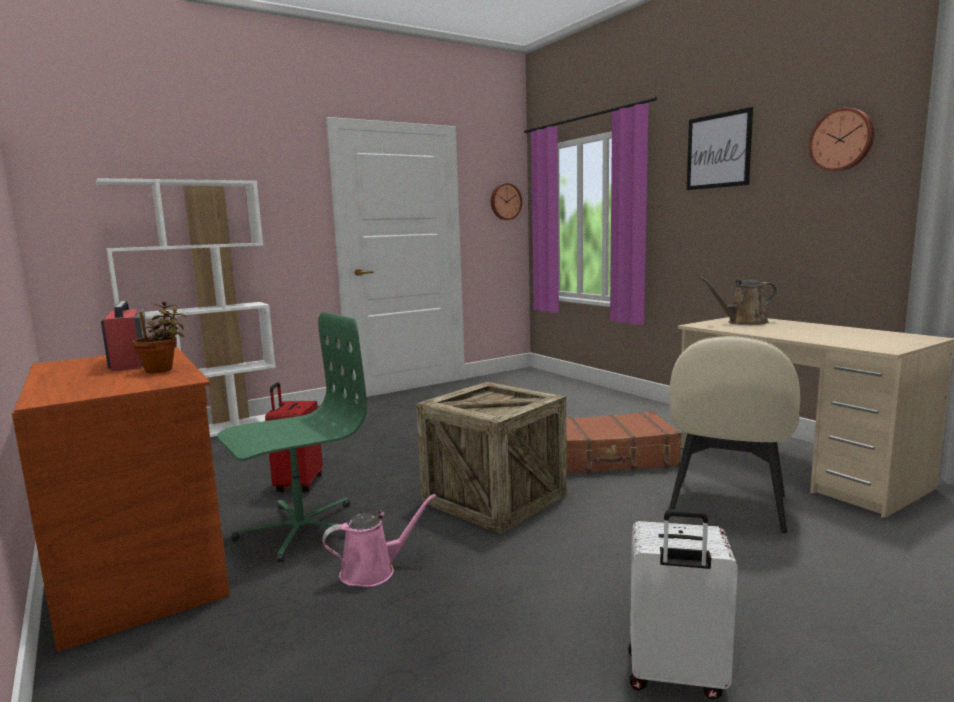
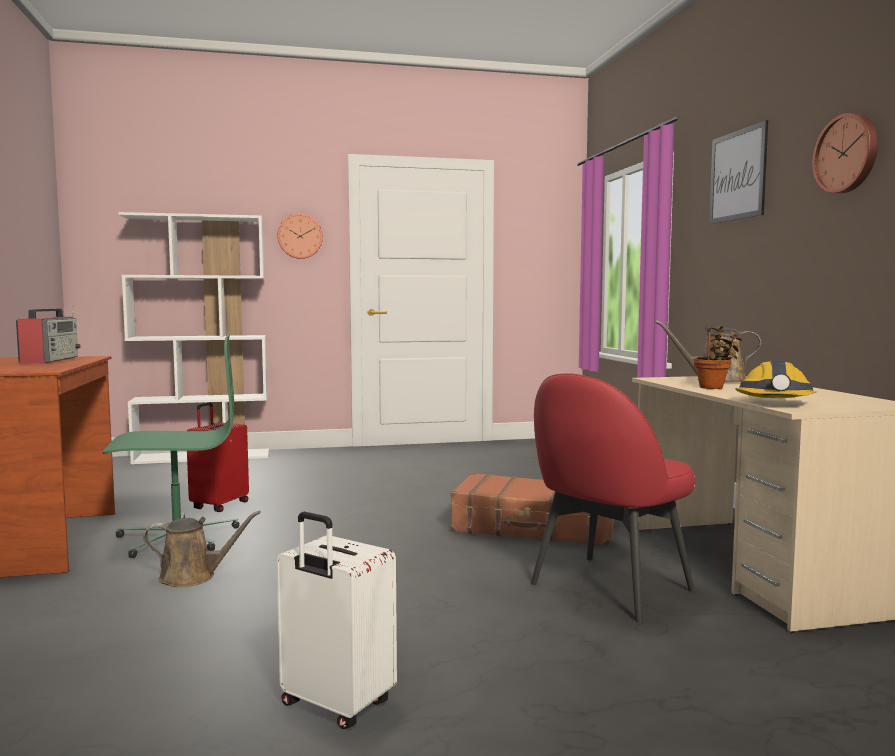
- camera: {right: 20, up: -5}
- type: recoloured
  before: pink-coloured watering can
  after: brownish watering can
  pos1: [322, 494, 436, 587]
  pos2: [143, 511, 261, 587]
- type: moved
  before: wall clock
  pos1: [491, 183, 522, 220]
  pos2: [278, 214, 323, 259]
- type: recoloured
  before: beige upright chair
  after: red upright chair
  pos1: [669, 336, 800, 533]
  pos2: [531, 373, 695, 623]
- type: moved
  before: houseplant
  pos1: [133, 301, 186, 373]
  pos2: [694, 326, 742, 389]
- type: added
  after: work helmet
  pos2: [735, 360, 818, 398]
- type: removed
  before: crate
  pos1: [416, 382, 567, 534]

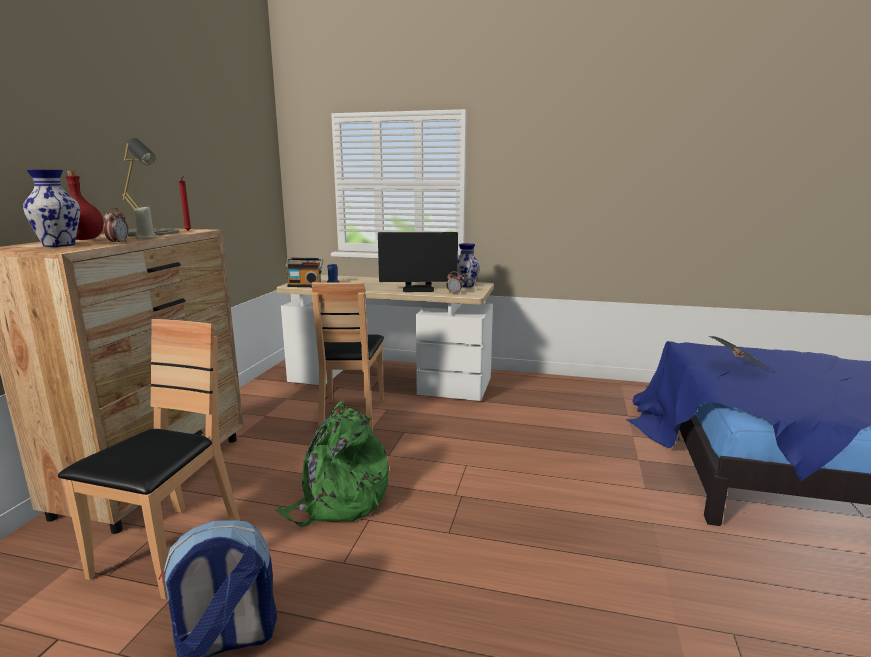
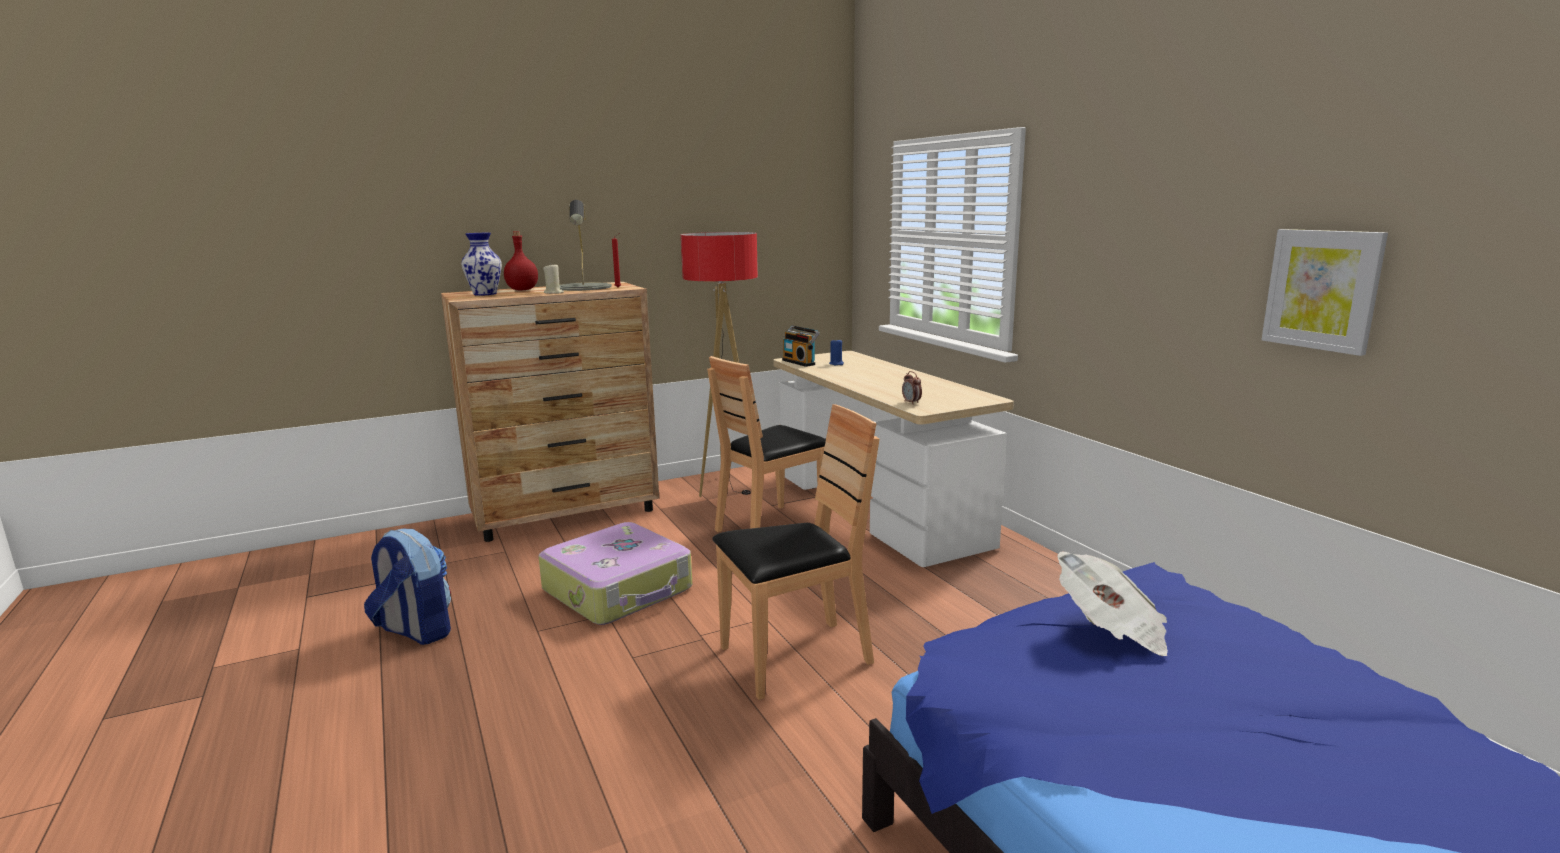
- camera: {right: 50, up: 0}
- type: replaced
  before: green backpack
  after: piece of luggage
  pos1: [276, 401, 389, 527]
  pos2: [539, 522, 692, 625]
- type: added
  after: standard lamp
  pos2: [681, 232, 758, 497]
- type: moved
  before: brownish upright chair
  pos1: [58, 319, 240, 599]
  pos2: [712, 404, 879, 700]
- type: added
  after: wall picture
  pos2: [1261, 229, 1388, 356]
- type: removed
  before: alarm clock
  pos1: [104, 207, 129, 244]
- type: removed
  before: monitor
  pos1: [378, 232, 458, 292]
- type: removed
  before: flower vase
  pos1: [458, 243, 480, 287]

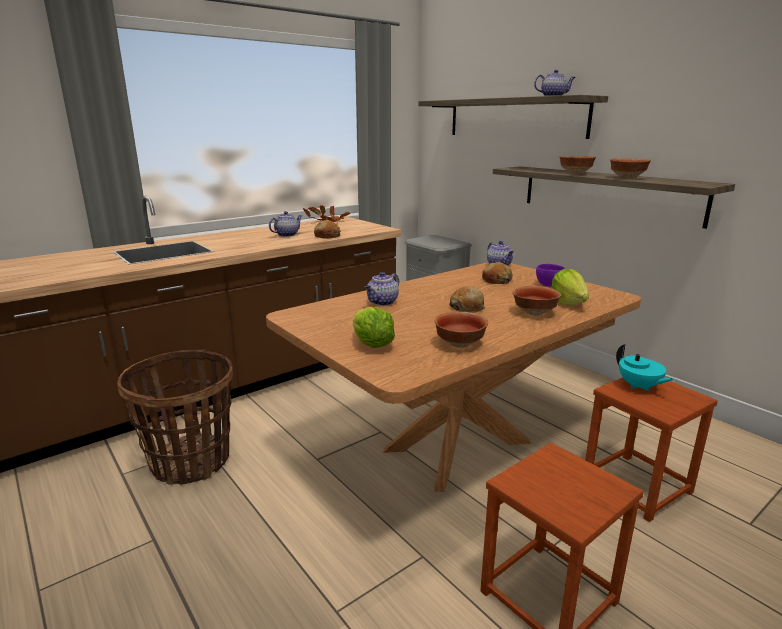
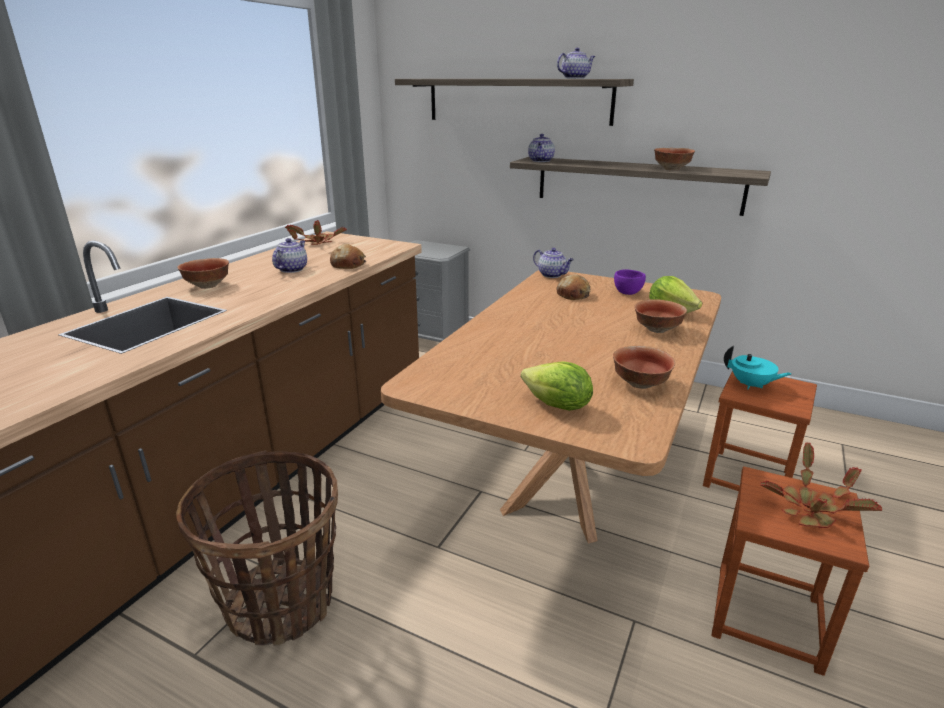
- camera: {right: -25, up: 5}
- type: moved
  before: bowl
  pos1: [560, 156, 596, 174]
  pos2: [177, 258, 229, 289]
- type: moved
  before: teapot
  pos1: [365, 272, 399, 306]
  pos2: [528, 134, 555, 162]
- type: added
  after: houseplant
  pos2: [760, 442, 882, 528]
- type: removed
  before: bakery bread
  pos1: [449, 286, 485, 312]

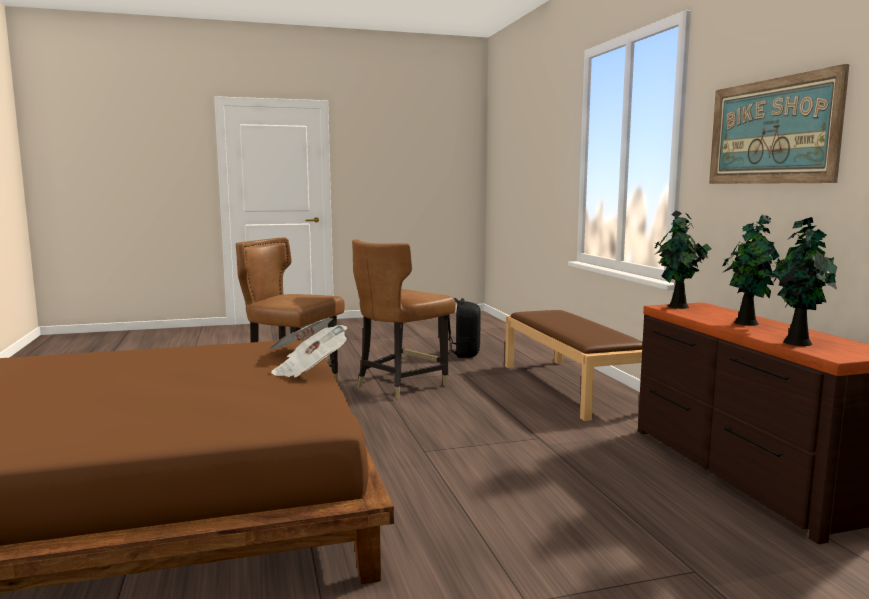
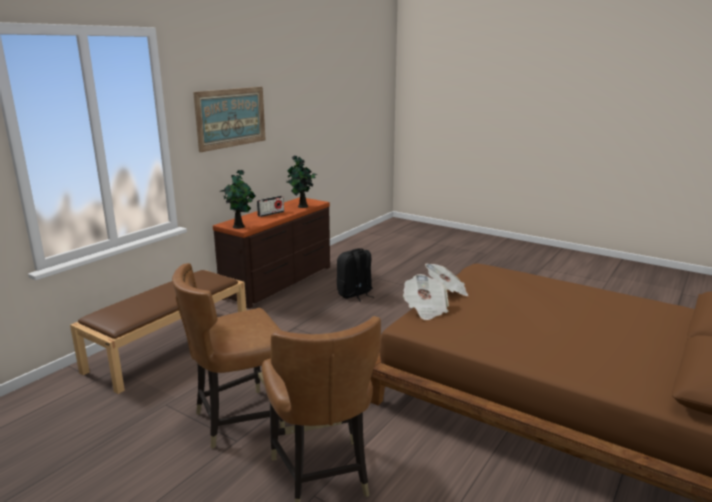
- camera: {right: -130, up: 10}
- type: turned
  before: brownish upright chair
  pos1: [352, 239, 456, 399]
  pos2: [172, 263, 285, 449]
  turn: 150
- type: replaced
  before: houseplant
  after: radio set
  pos1: [722, 214, 785, 326]
  pos2: [257, 196, 284, 217]
- type: moved
  before: black-coloured backpack
  pos1: [448, 298, 481, 358]
  pos2: [337, 248, 374, 302]

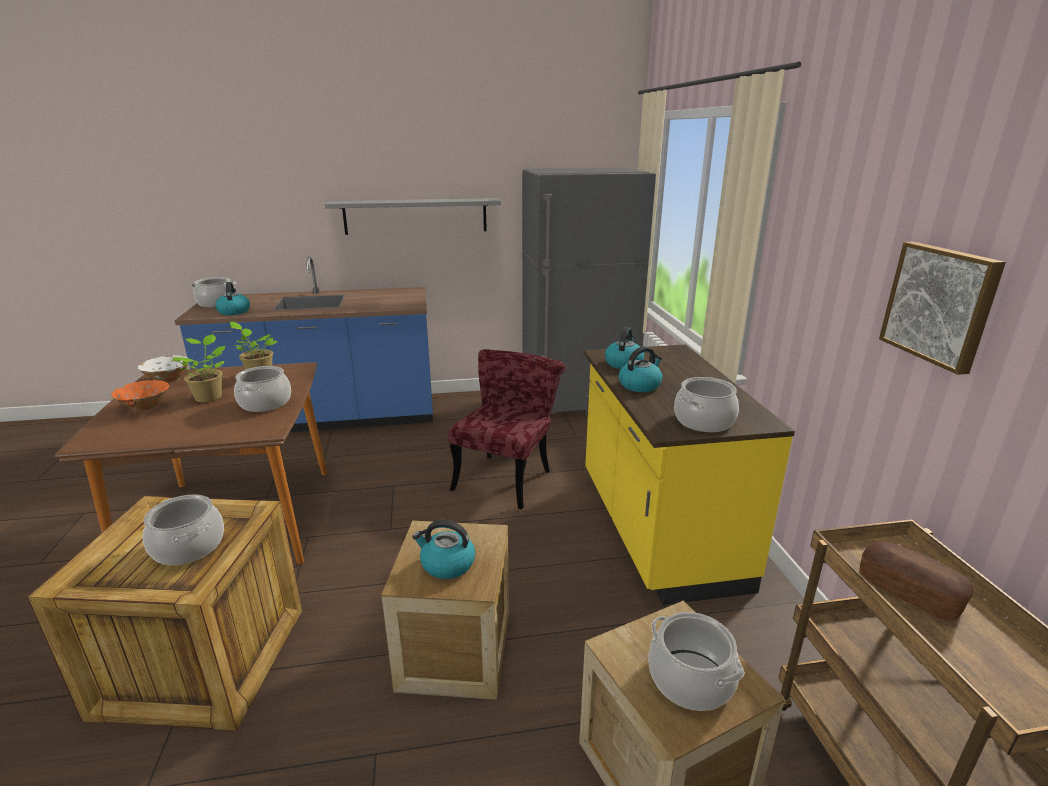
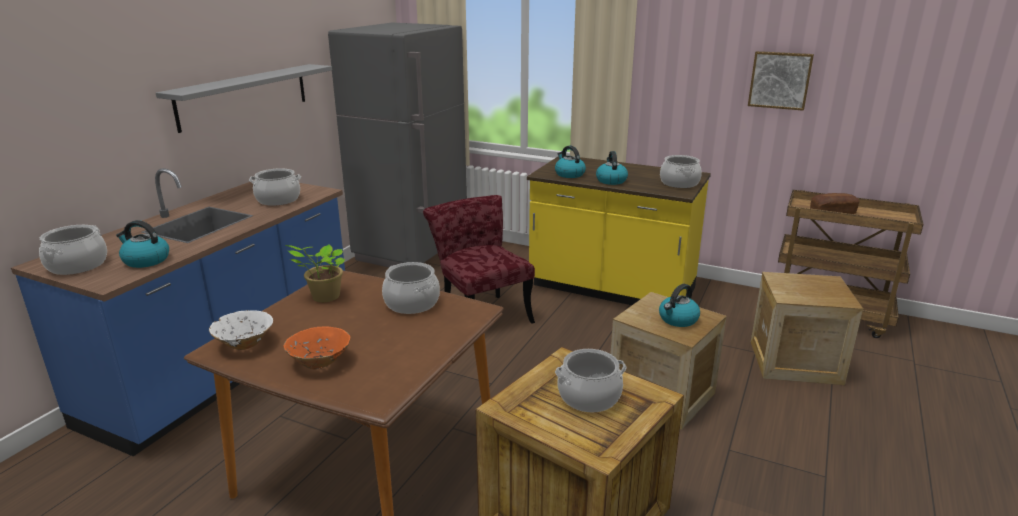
- camera: {right: -55, up: 0}
- type: moved
  before: cooking pot
  pos1: [648, 612, 745, 711]
  pos2: [249, 168, 301, 206]
- type: removed
  before: houseplant
  pos1: [172, 334, 225, 402]

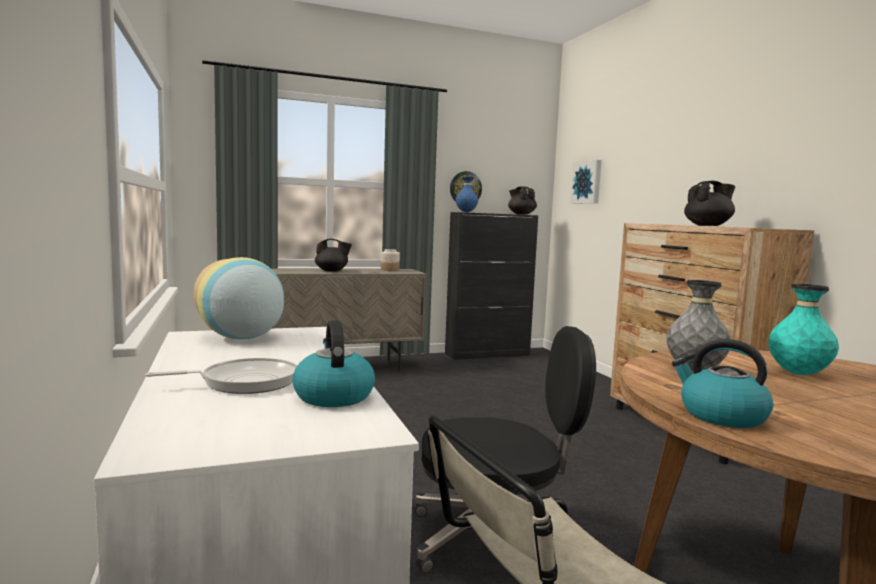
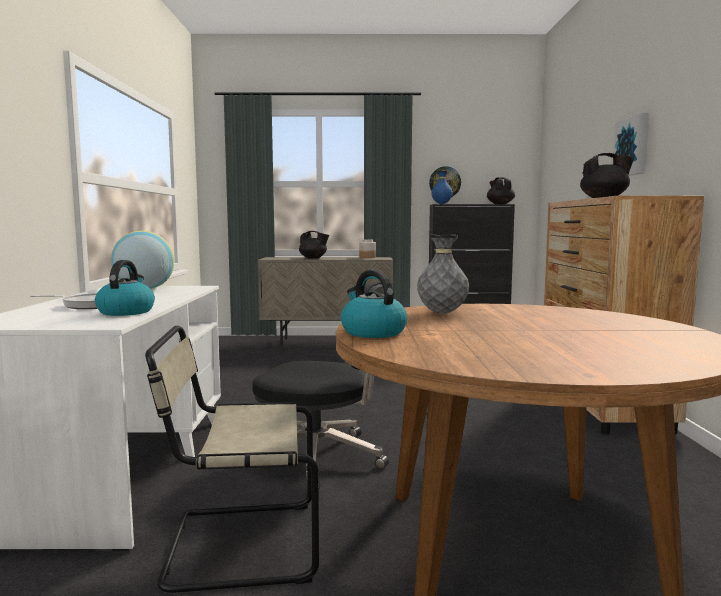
- camera: {right: 20, up: 0}
- type: moved
  before: wall picture
  pos1: [570, 160, 601, 203]
  pos2: [612, 113, 649, 176]
- type: removed
  before: blue-green flower vase
  pos1: [769, 284, 839, 375]

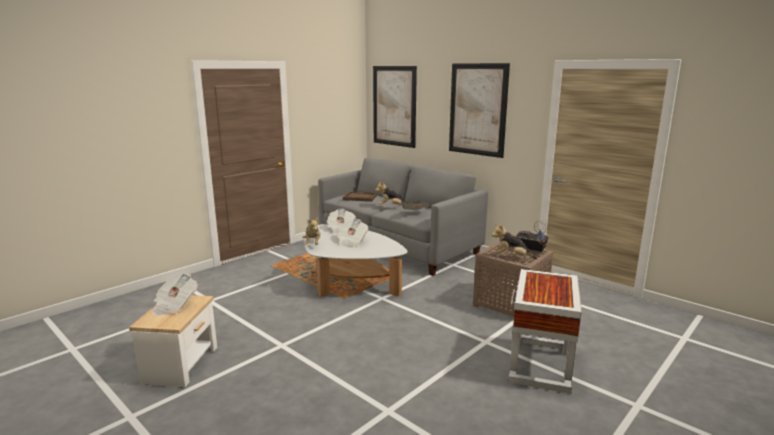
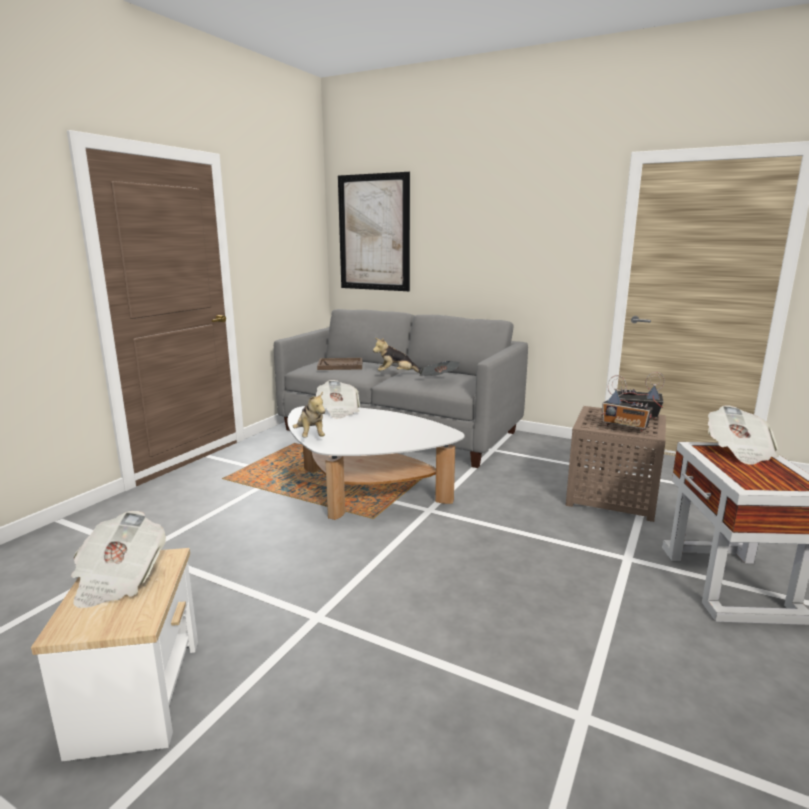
- camera: {right: -15, up: 0}
- type: replaced
  before: plush toy
  after: radio set
  pos1: [492, 223, 537, 259]
  pos2: [602, 375, 653, 432]
- type: moved
  before: newspaper
  pos1: [337, 219, 369, 247]
  pos2: [708, 405, 779, 465]
- type: removed
  before: wall picture
  pos1: [449, 63, 510, 158]

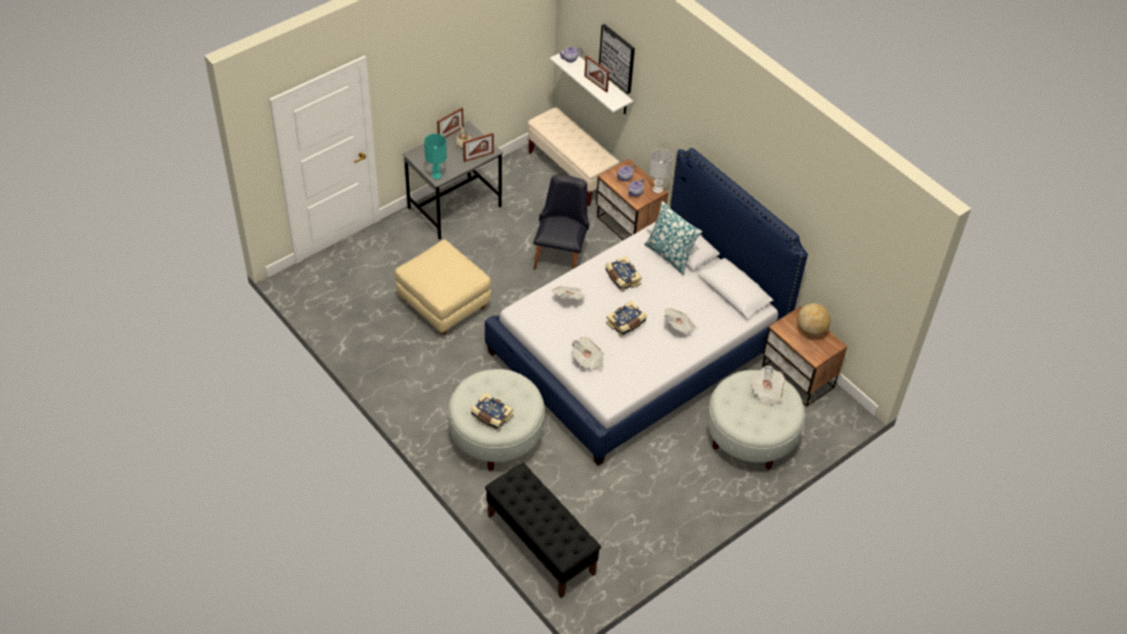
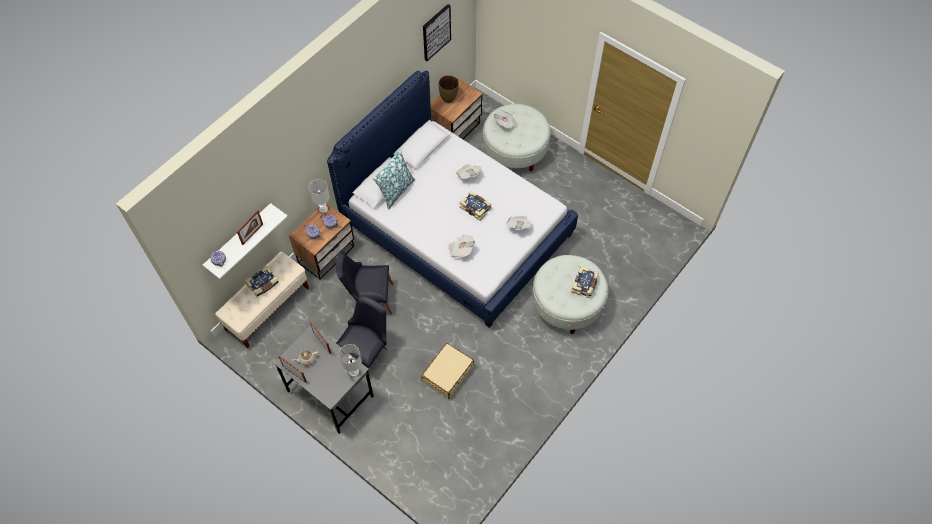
- camera: {right: -100, up: 10}
- type: moved
  before: bound book
  pos1: [605, 256, 642, 292]
  pos2: [245, 266, 279, 297]
- type: added
  after: black-coloured upright chair
  pos2: [336, 296, 388, 380]
- type: recoloured
  before: blue-green table lamp
  after: whitish table lamp
  pos1: [424, 134, 447, 179]
  pos2: [339, 344, 362, 377]
- type: replaced
  before: beige footrest
  after: beige piece of luggage
  pos1: [394, 239, 491, 335]
  pos2: [421, 343, 474, 399]
- type: moved
  before: wall picture
  pos1: [599, 24, 635, 94]
  pos2: [423, 4, 451, 61]
- type: replaced
  before: desk globe
  after: brownish flower vase
  pos1: [797, 303, 831, 336]
  pos2: [438, 75, 459, 103]
- type: removed
  before: black-coloured indoor bench
  pos1: [485, 463, 601, 598]

